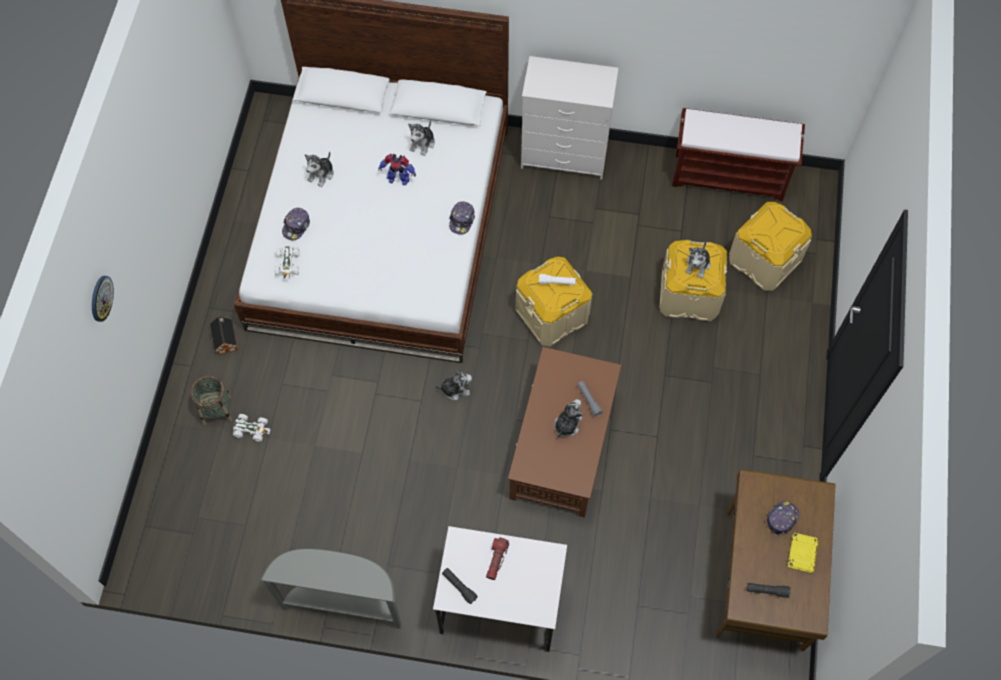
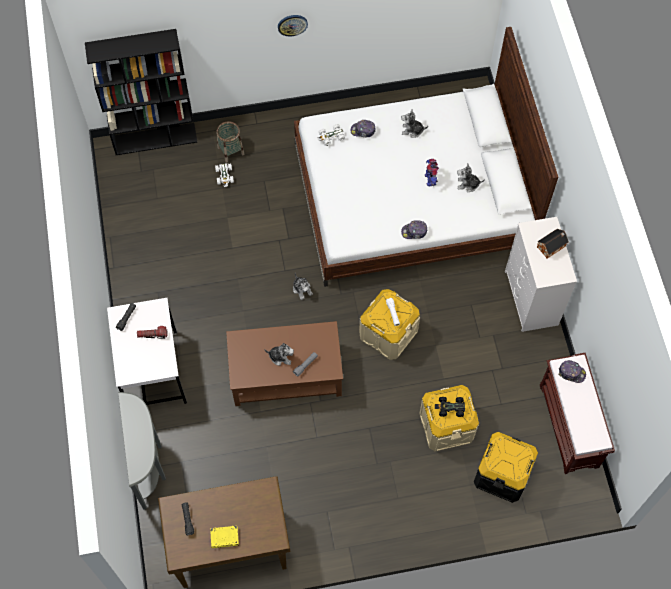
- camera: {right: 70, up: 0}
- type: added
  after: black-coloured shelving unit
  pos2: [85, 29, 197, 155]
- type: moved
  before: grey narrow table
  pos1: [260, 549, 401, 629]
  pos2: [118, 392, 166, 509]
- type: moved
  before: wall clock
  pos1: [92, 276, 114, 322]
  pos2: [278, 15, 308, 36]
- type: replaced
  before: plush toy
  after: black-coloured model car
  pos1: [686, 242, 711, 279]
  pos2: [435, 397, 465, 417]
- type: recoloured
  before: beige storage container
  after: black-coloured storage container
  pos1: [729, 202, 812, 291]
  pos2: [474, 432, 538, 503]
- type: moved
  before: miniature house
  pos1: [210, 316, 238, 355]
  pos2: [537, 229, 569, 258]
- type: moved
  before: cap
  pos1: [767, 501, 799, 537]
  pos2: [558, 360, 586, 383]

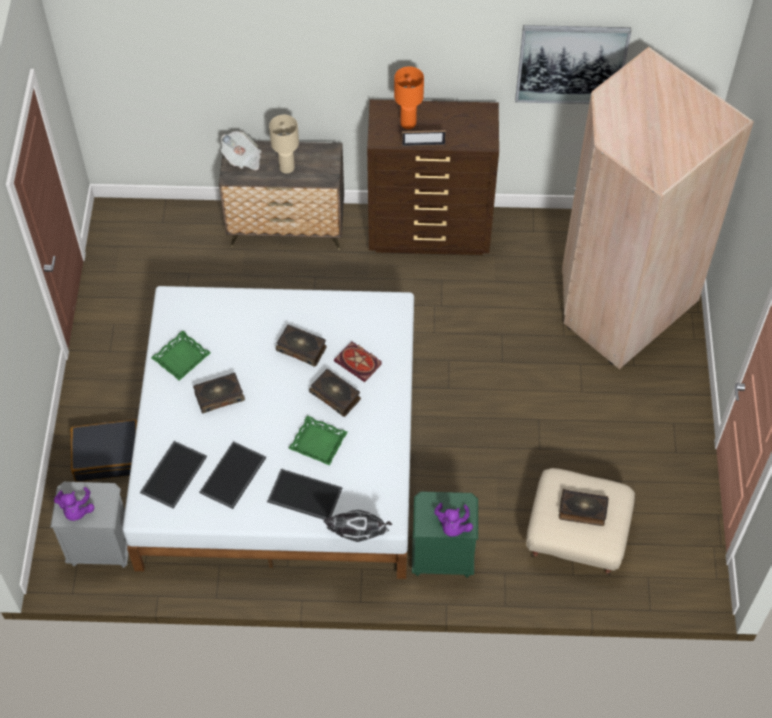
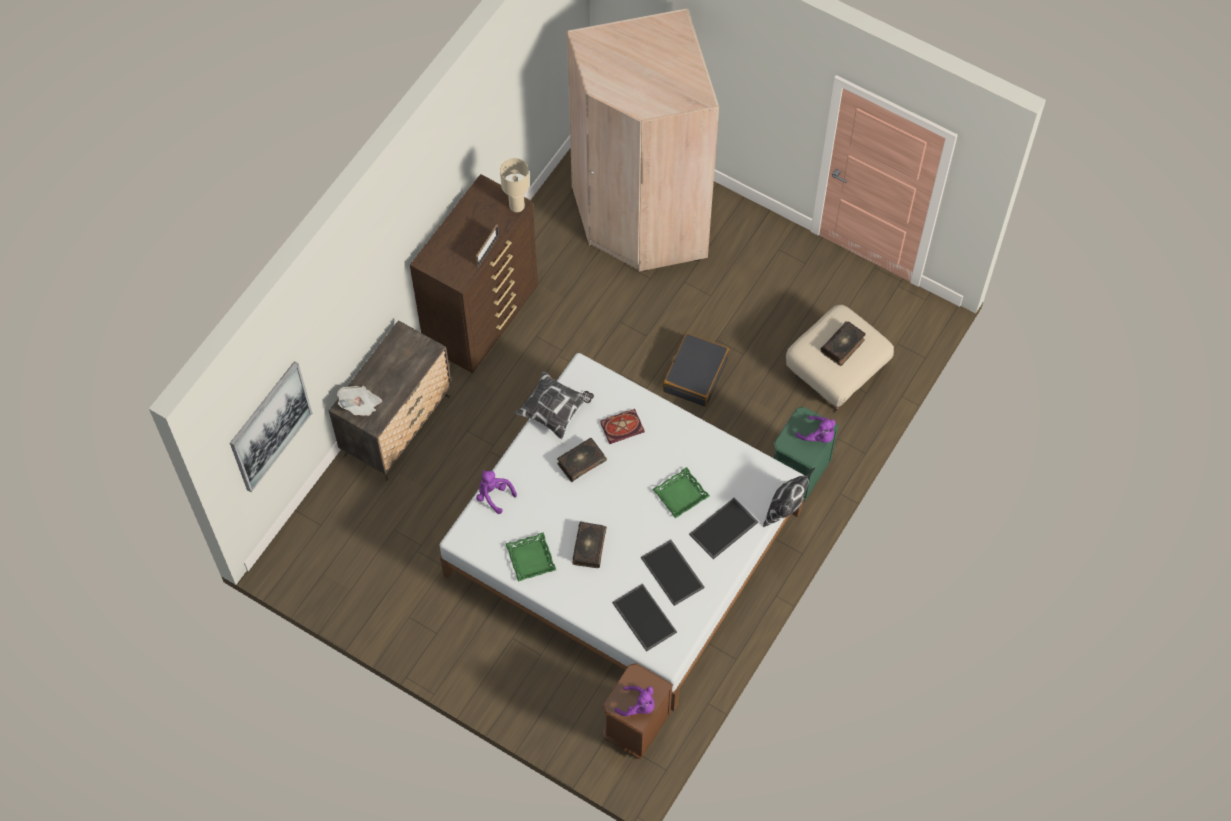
- camera: {right: -60, up: 5}
- type: moved
  before: wall picture
  pos1: [515, 25, 631, 104]
  pos2: [230, 361, 312, 492]
- type: added
  after: purple-coloured plush toy
  pos2: [476, 470, 517, 514]
- type: moved
  before: beige table lamp
  pos1: [269, 115, 299, 174]
  pos2: [500, 158, 529, 212]
- type: added
  after: pillow
  pos2: [514, 371, 594, 439]
- type: recoloured
  before: grey nightstand
  after: brownish nightstand
  pos1: [50, 482, 129, 568]
  pos2: [603, 663, 673, 760]
- type: moved
  before: black-coloured piece of luggage
  pos1: [70, 419, 137, 482]
  pos2: [663, 333, 729, 407]
- type: removed
  before: bound book
  pos1: [309, 369, 361, 417]
- type: removed
  before: orangey table lamp
  pos1: [394, 66, 424, 129]

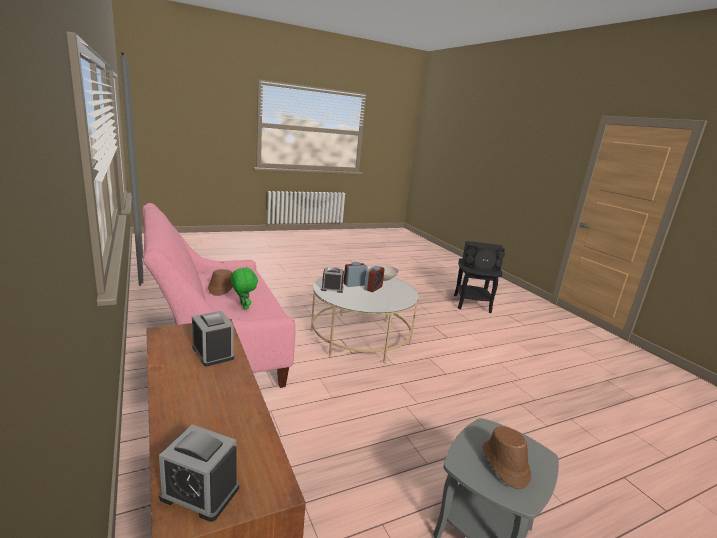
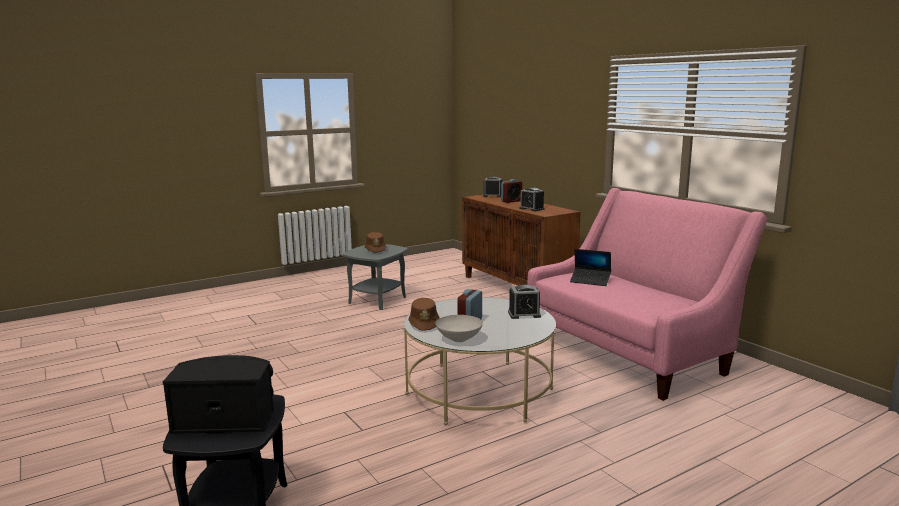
- camera: {right: 175, up: -5}
- type: moved
  before: brownish clothing hat
  pos1: [208, 269, 233, 296]
  pos2: [409, 298, 440, 331]
- type: moved
  before: alarm clock
  pos1: [344, 262, 368, 287]
  pos2: [501, 179, 522, 203]
- type: replaced
  before: green plush toy
  after: portable computer
  pos1: [230, 266, 258, 310]
  pos2: [570, 249, 611, 286]

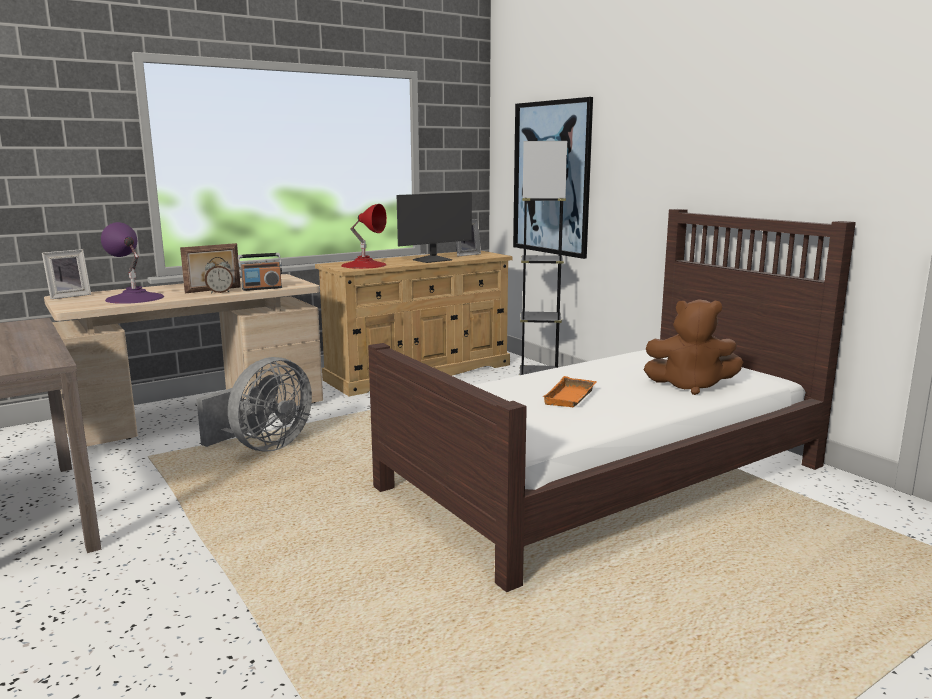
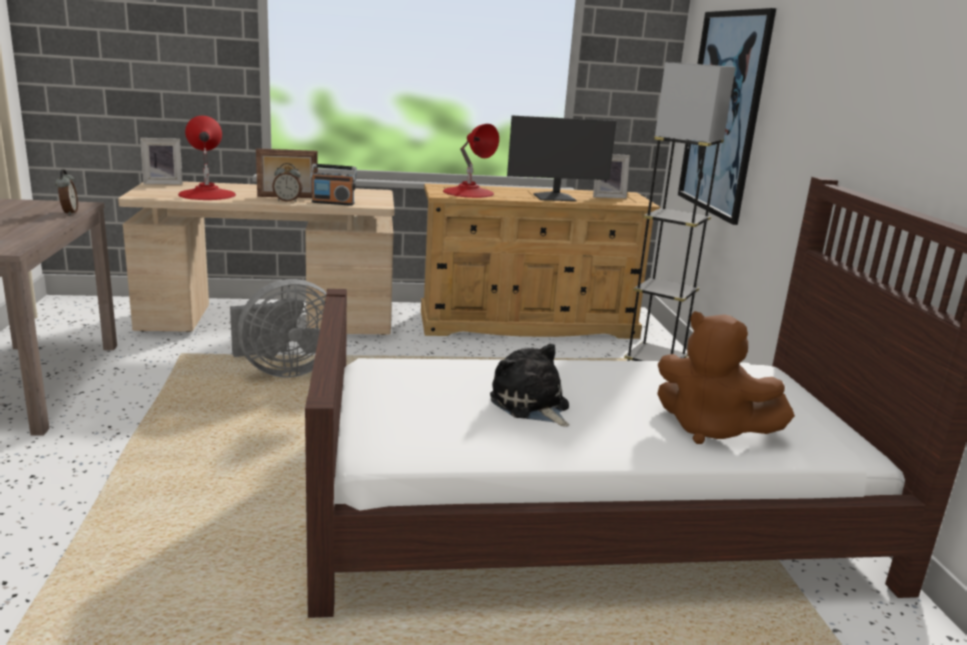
- camera: {right: 25, up: 5}
- type: added
  after: alarm clock
  pos2: [55, 169, 78, 215]
- type: recoloured
  before: purple-coloured table lamp
  after: red table lamp
  pos1: [101, 222, 164, 304]
  pos2: [178, 115, 236, 200]
- type: replaced
  before: orangey tray
  after: plush toy
  pos1: [542, 376, 597, 407]
  pos2: [490, 344, 570, 427]

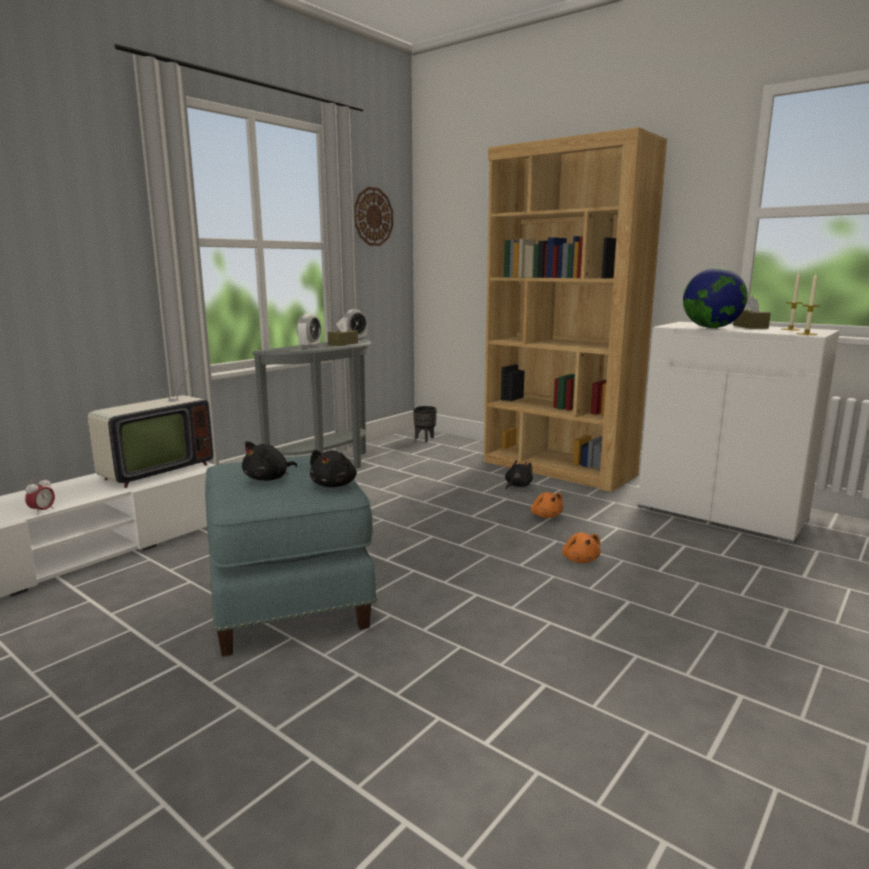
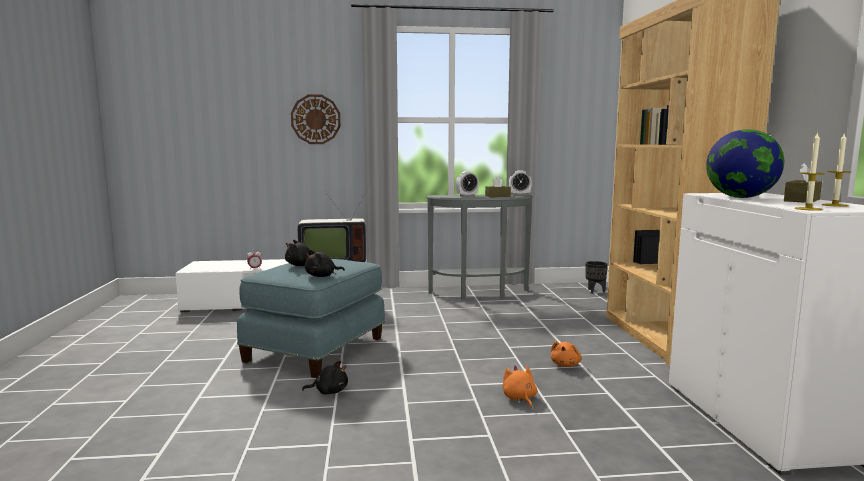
- camera: {right: 45, up: -5}
- type: moved
  before: wall clock
  pos1: [354, 187, 393, 246]
  pos2: [291, 94, 341, 144]
- type: moved
  before: black-coloured plush toy
  pos1: [505, 460, 533, 490]
  pos2: [302, 361, 348, 395]
- type: turned
  before: orangey plush toy
  pos1: [562, 532, 601, 563]
  pos2: [502, 365, 537, 408]
  turn: 135

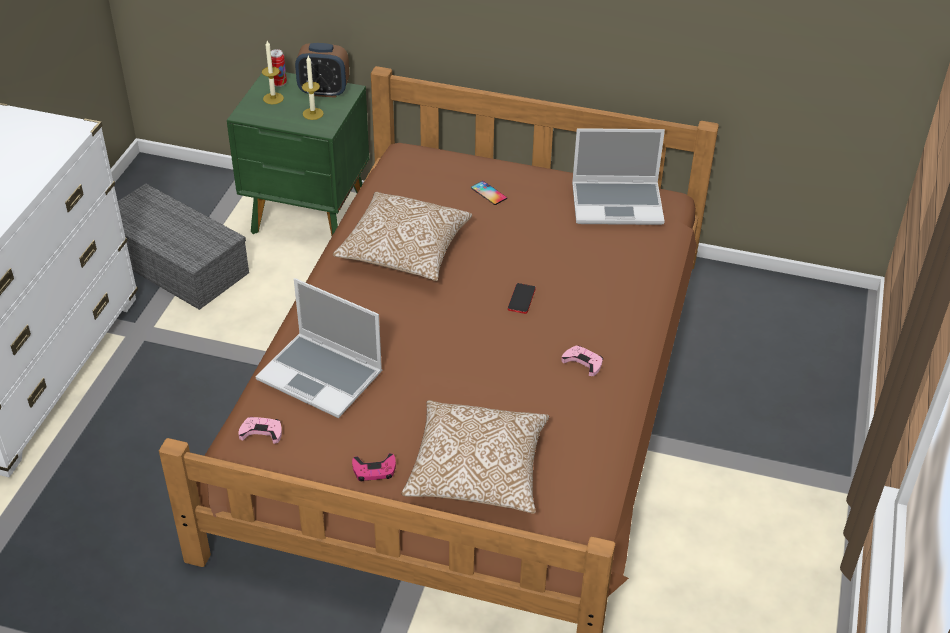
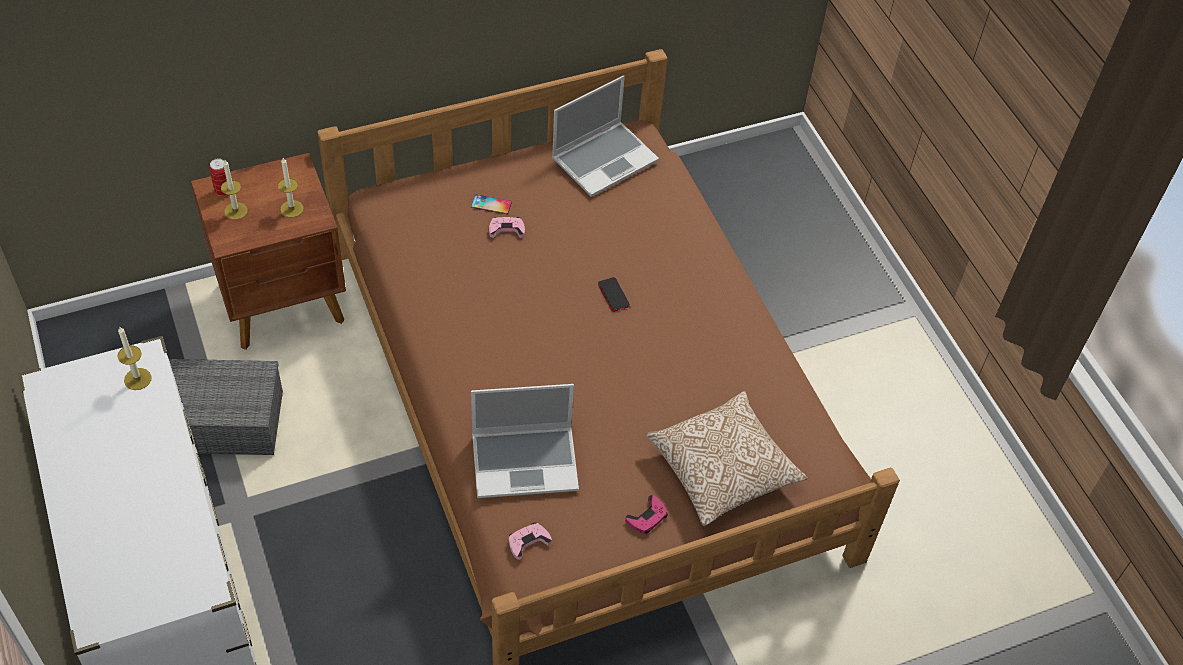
- camera: {right: -40, up: 10}
- type: added
  after: candle
  pos2: [118, 327, 152, 390]
- type: recoloured
  before: green nightstand
  after: brownish nightstand
  pos1: [227, 72, 369, 236]
  pos2: [191, 153, 346, 350]
- type: moved
  before: pink-coloured game controller
  pos1: [561, 346, 603, 376]
  pos2: [489, 217, 525, 238]
- type: removed
  before: alarm clock
  pos1: [295, 43, 349, 98]
- type: removed
  before: pillow
  pos1: [333, 192, 472, 281]

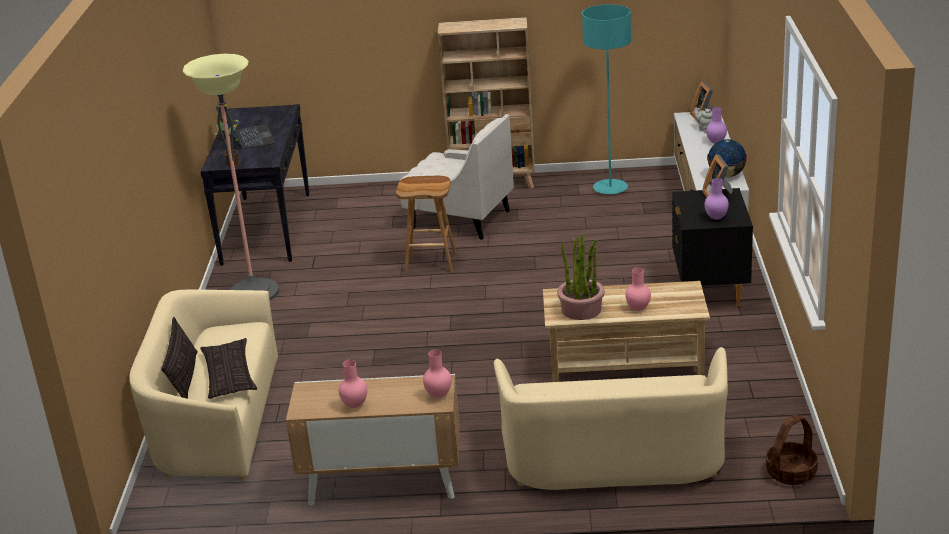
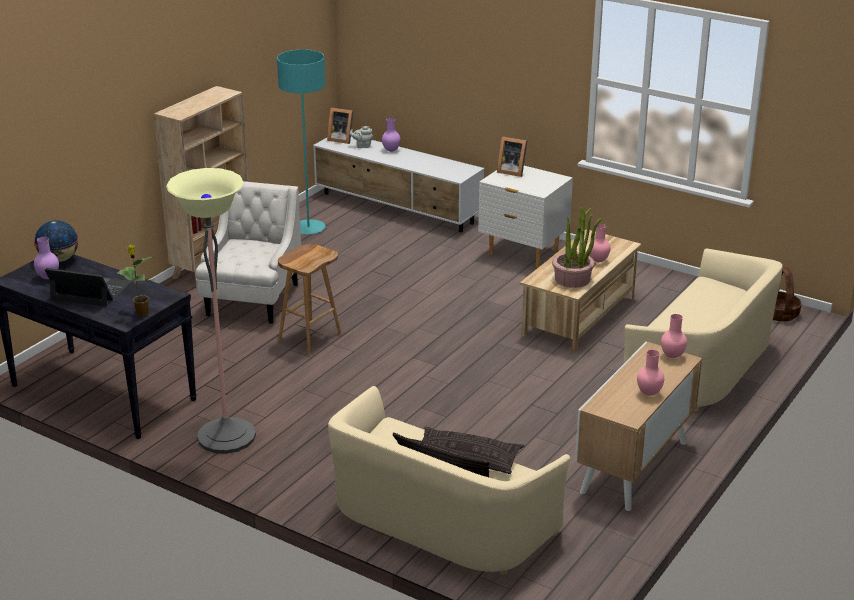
- camera: {right: -60, up: 0}
- type: moved
  before: desk globe
  pos1: [707, 139, 747, 178]
  pos2: [34, 220, 79, 262]
- type: moved
  before: purple-coloured flower vase
  pos1: [704, 178, 729, 220]
  pos2: [34, 237, 59, 279]
- type: turned
  before: whitish easy chair
  pos1: [400, 114, 514, 240]
  pos2: [195, 181, 301, 324]
  turn: -45
- type: recoloured
  before: black-coloured nightstand
  after: whitish nightstand
  pos1: [672, 188, 753, 306]
  pos2: [478, 166, 573, 268]

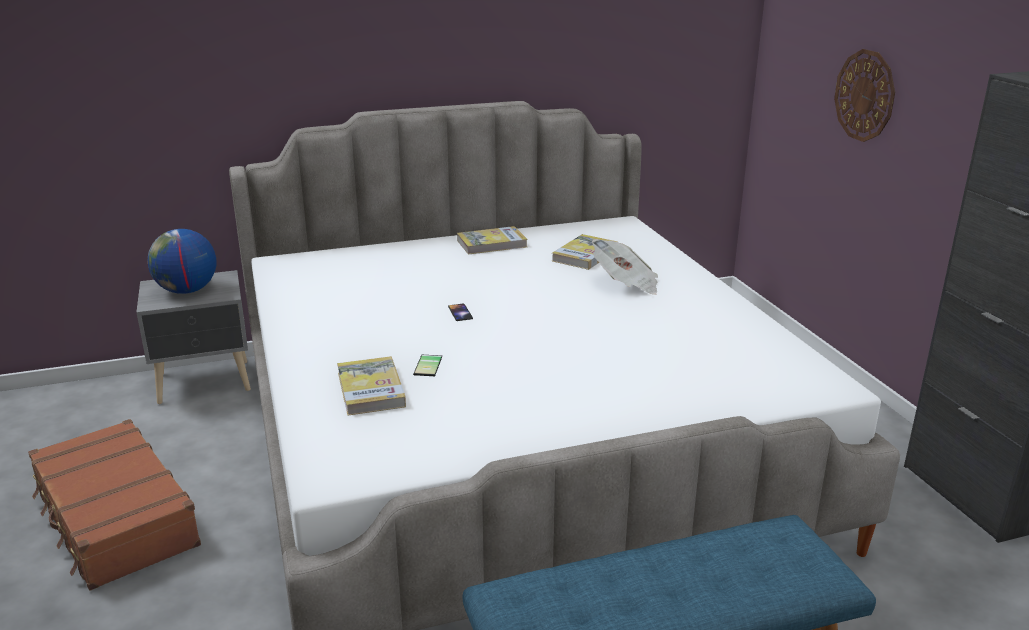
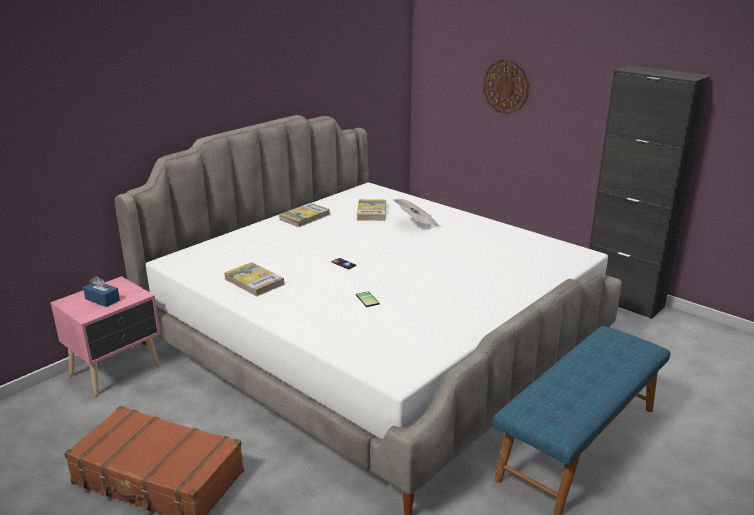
- camera: {right: -30, up: 0}
- type: recoloured
  before: grey nightstand
  after: pink-coloured nightstand
  pos1: [136, 270, 251, 404]
  pos2: [50, 276, 160, 396]
- type: replaced
  before: desk globe
  after: bluish box of tissues
  pos1: [148, 229, 217, 294]
  pos2: [83, 276, 120, 307]
- type: moved
  before: bound book
  pos1: [337, 356, 406, 415]
  pos2: [225, 262, 284, 297]

